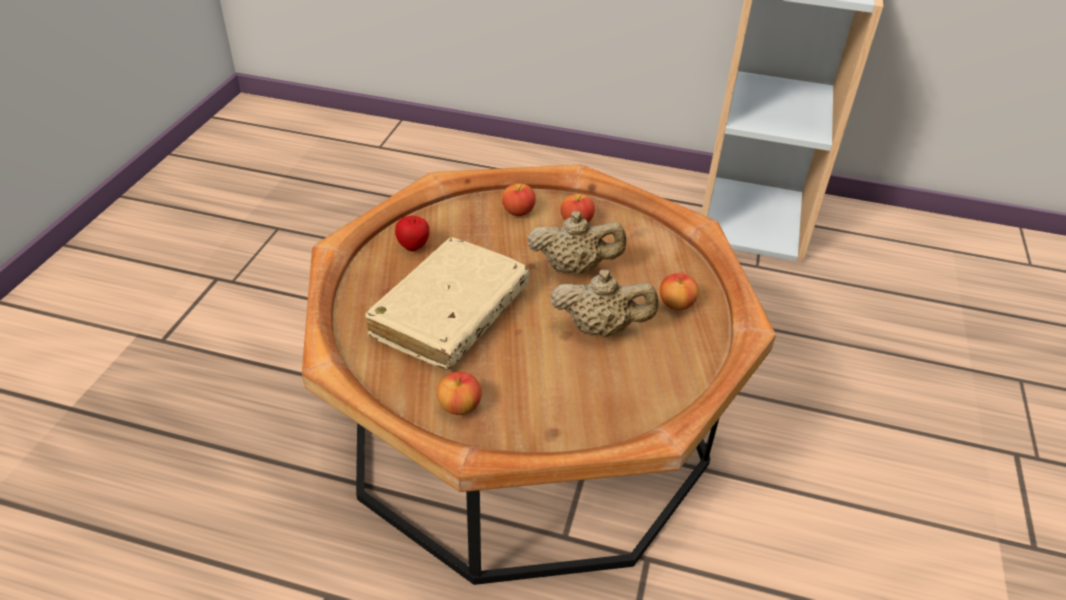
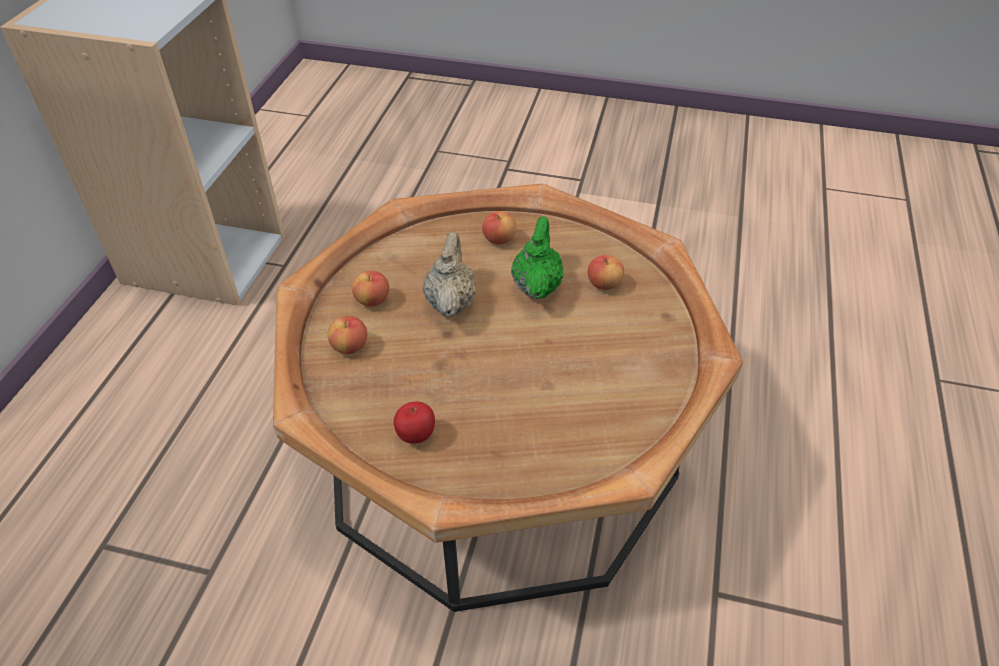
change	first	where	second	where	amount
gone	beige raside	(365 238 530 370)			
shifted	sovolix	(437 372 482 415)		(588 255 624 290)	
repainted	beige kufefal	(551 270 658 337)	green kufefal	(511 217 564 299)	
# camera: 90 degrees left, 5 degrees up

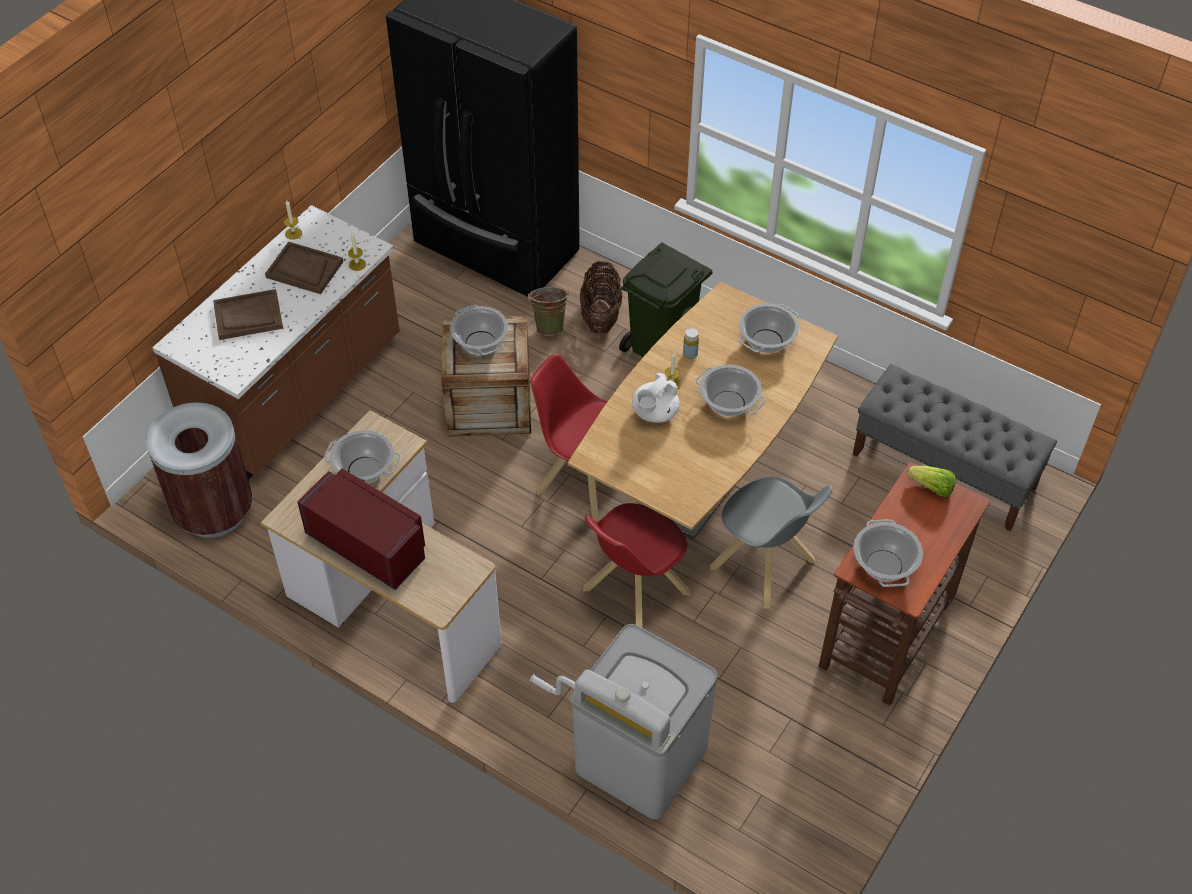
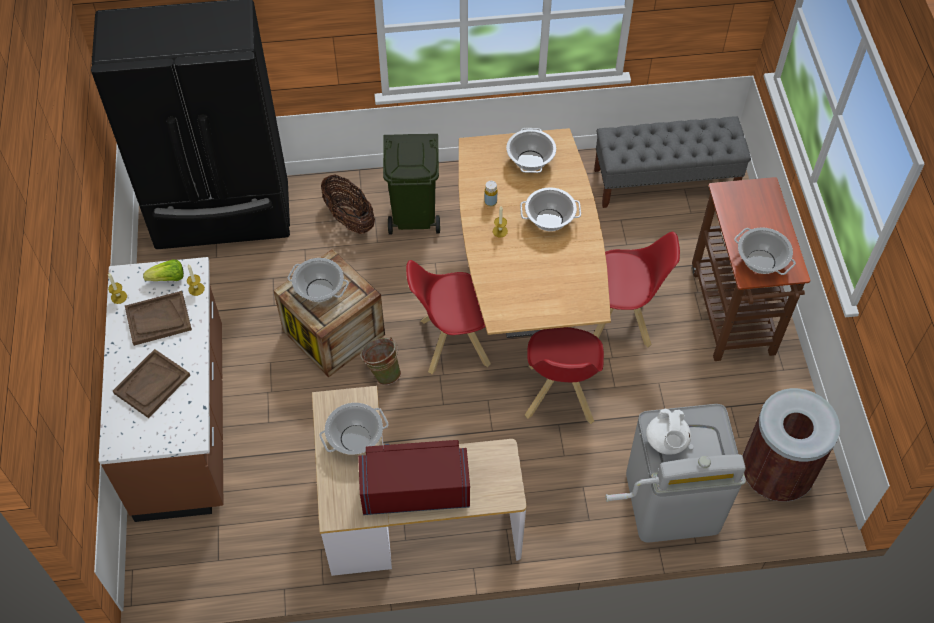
change	first	where	second	where	amount
shifted	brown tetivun	(146 402 253 538)		(743 388 840 502)	
shifted	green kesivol	(528 287 569 335)		(361 337 401 385)	
shifted	white kufefal	(632 373 680 423)		(646 408 691 455)	
repainted	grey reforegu	(710 477 833 609)	red reforegu	(593 232 680 347)	
shifted	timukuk	(907 466 956 497)		(143 259 184 281)	
# camera: 40 degrees left, 5 degrees up

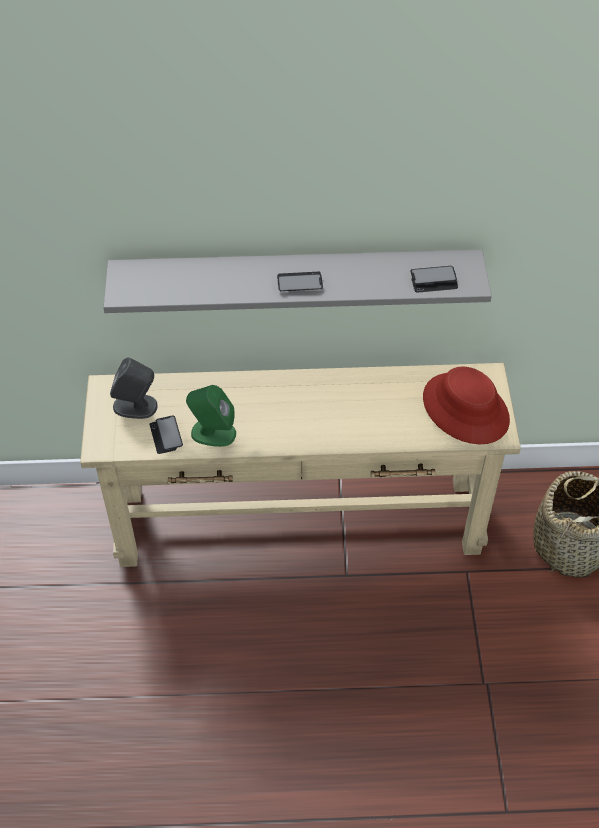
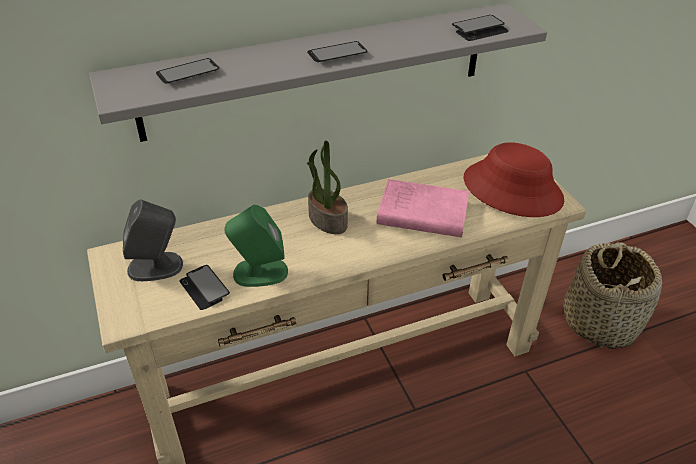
change	first	where	second	where	amount
new			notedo	(156 58 219 84)	
new			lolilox	(307 140 348 234)	
new			pink raside	(376 179 469 238)	
# camera: 20 degrees left, 10 degrees down

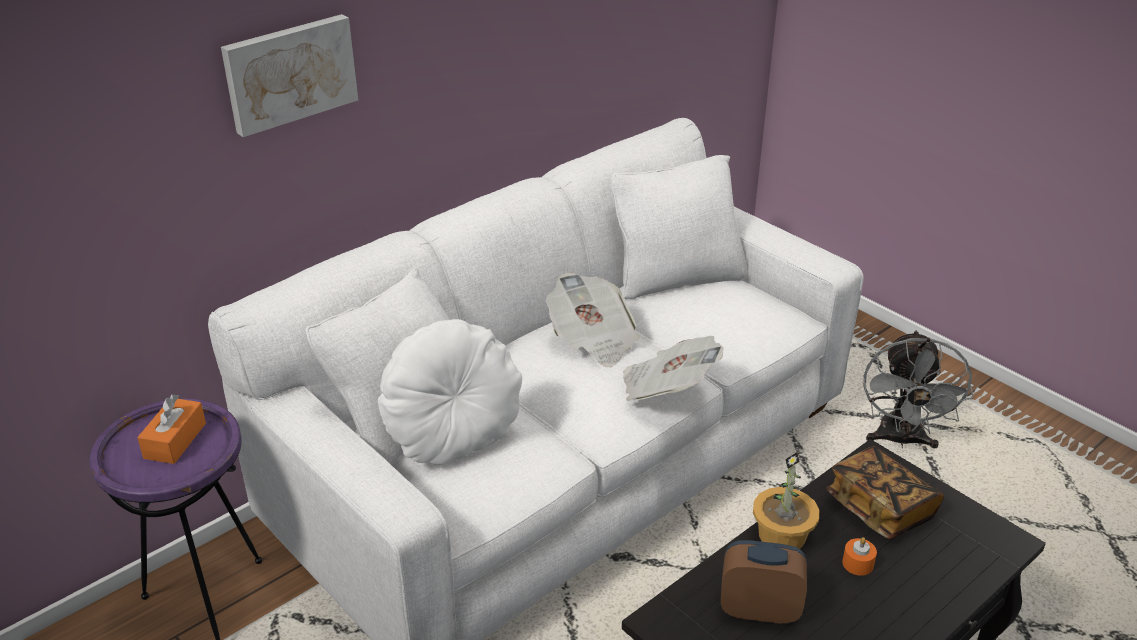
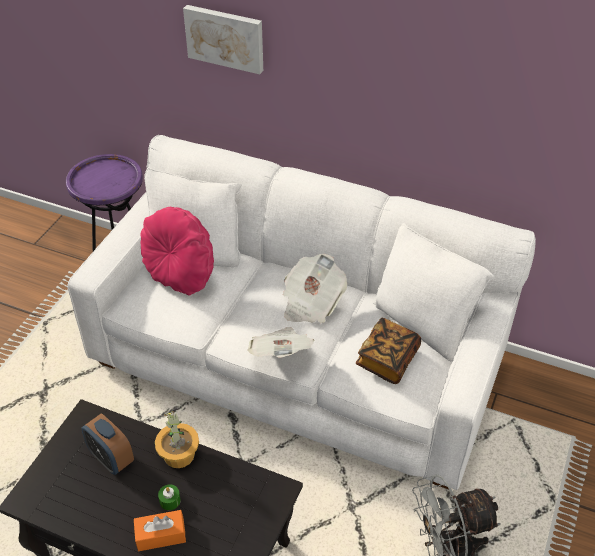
change	first	where	second	where	amount
shifted	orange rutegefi	(137 394 206 464)		(134 510 186 551)	
repainted	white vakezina	(378 319 522 465)	pink vakezina	(140 207 214 295)	
rotated	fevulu	(721 540 807 624)		(81 414 134 475)	150 degrees clockwise
shifted	raside	(826 446 944 539)		(356 318 421 384)	
repainted	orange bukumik	(842 537 877 576)	green bukumik	(158 485 181 510)	
# camera: 65 degrees right, 10 degrees up

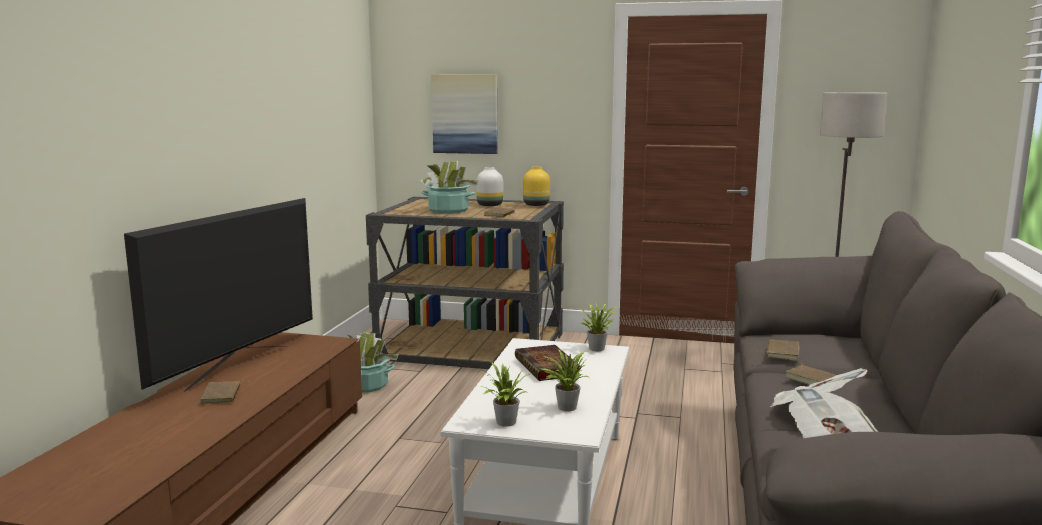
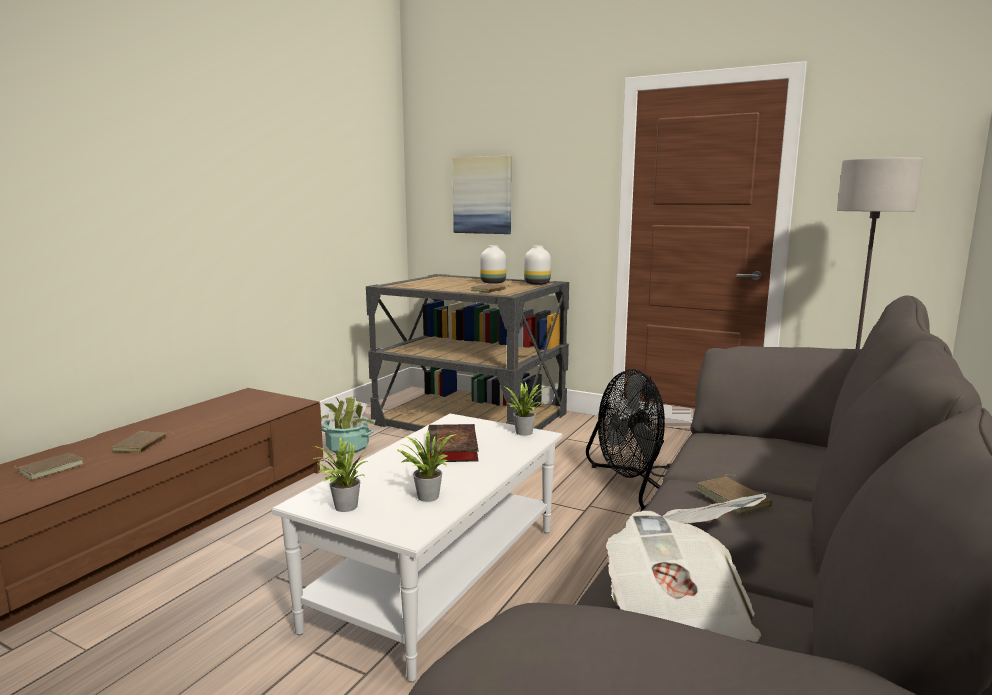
change	first	where	second	where	amount
gone	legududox	(124 198 313 392)			
gone	lolilox	(420 161 479 214)			
repainted	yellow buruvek	(523 167 550 206)	white buruvek	(524 246 551 285)	
shifted	brown raside	(757 339 800 361)		(14 453 84 480)	
new			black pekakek	(586 369 671 511)	
# camera: 15 degrees right, 0 degrees up

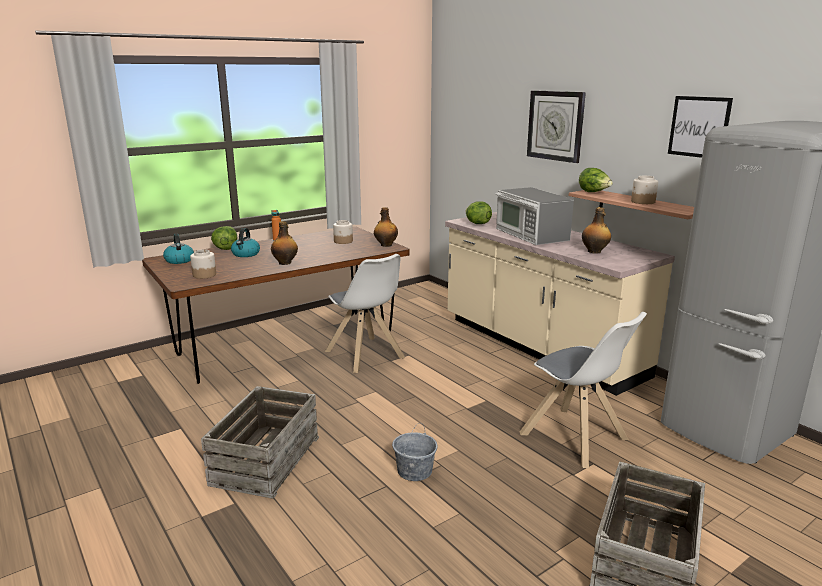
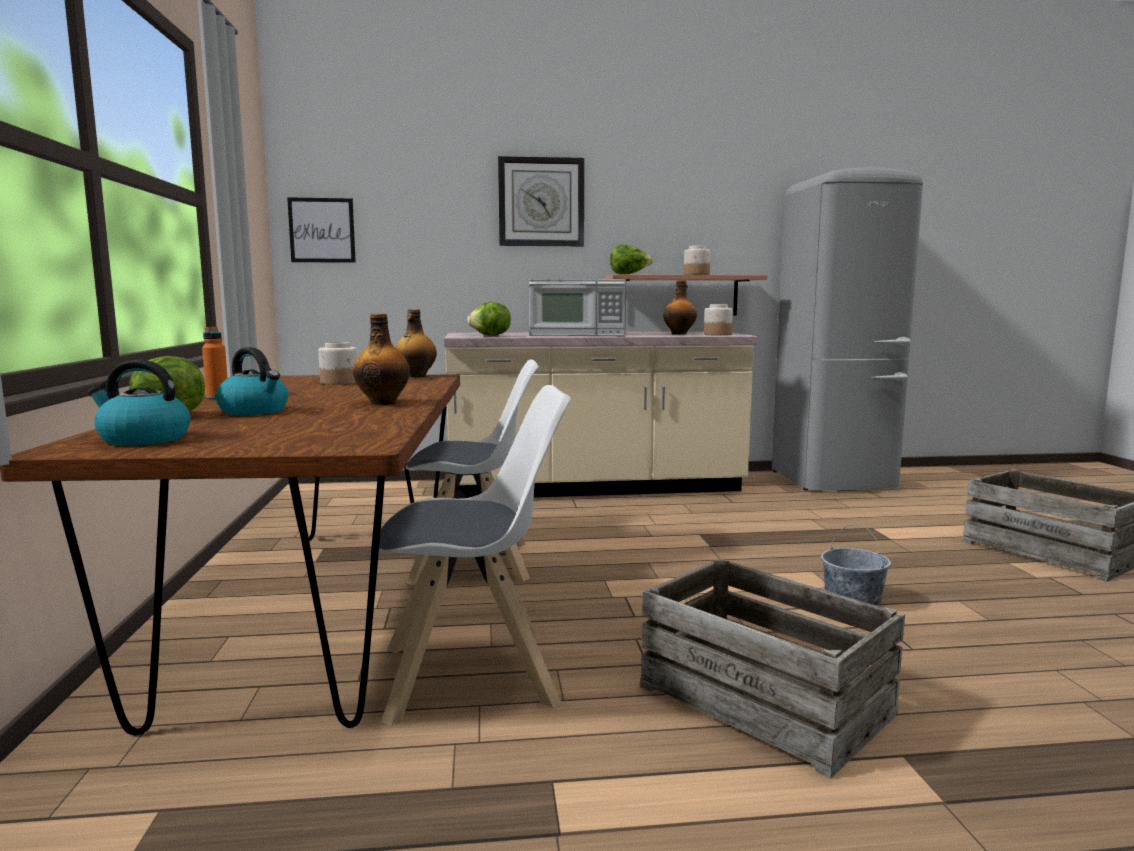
change	first	where	second	where	amount
shifted	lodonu	(190 249 216 279)		(704 304 733 336)	
shifted	reforegu	(520 312 647 468)		(379 385 571 726)	
shifted	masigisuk	(668 96 733 158)		(287 197 356 263)	
# camera: 60 degrees left, 10 degrees down

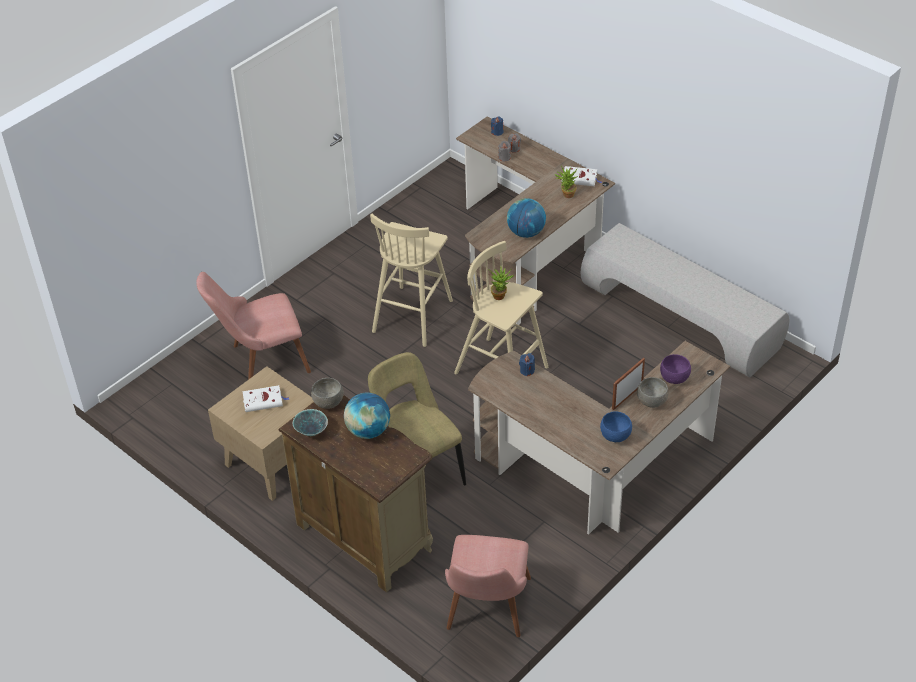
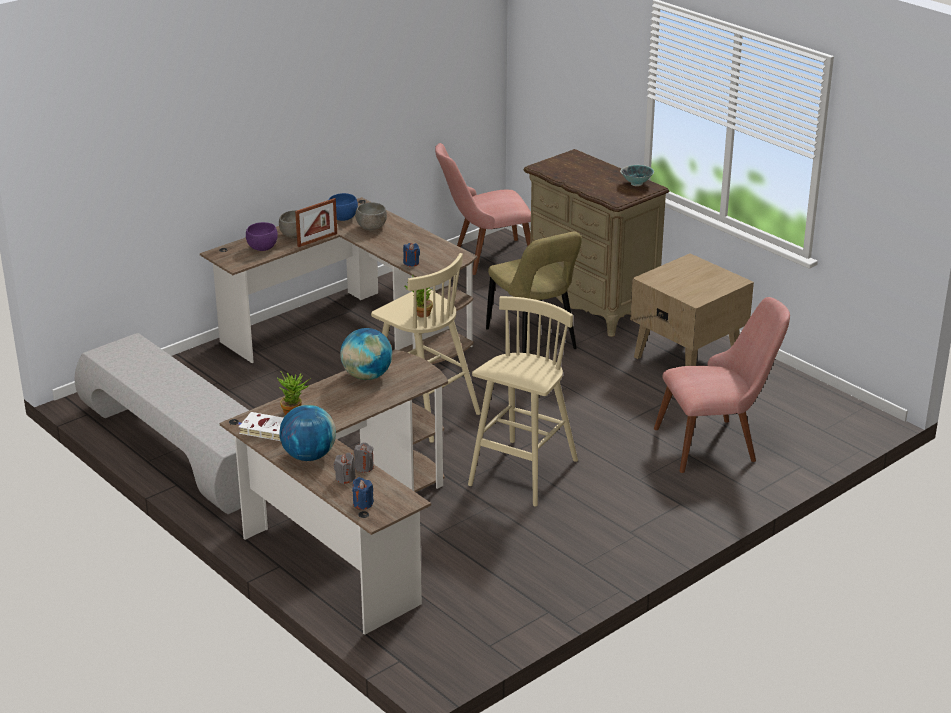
change	first	where	second	where	amount
gone	white raside	(242 385 289 412)			
shifted	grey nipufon	(311 378 344 409)		(355 202 387 230)	
shifted	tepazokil	(344 392 390 439)		(279 405 336 461)	
rotated	pink reforegu	(445 535 531 637)		(435 143 531 275)	120 degrees counterclockwise
# camera: 175 degrees left, 15 degrees down

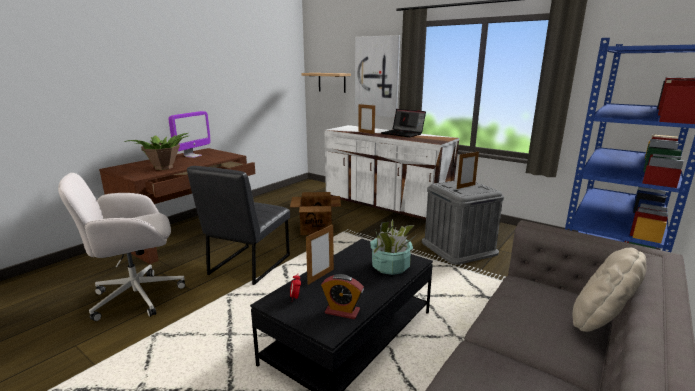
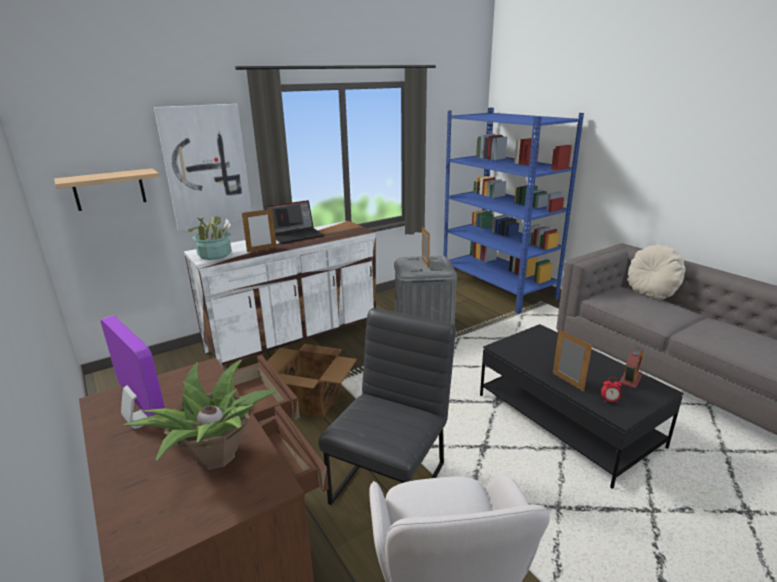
change	first	where	second	where	amount
rotated	grey reforegu	(187 166 290 285)		(318 308 456 505)	105 degrees counterclockwise
shifted	lolilox	(370 220 416 275)		(184 215 232 260)	
# camera: 70 degrees left, 5 degrees up

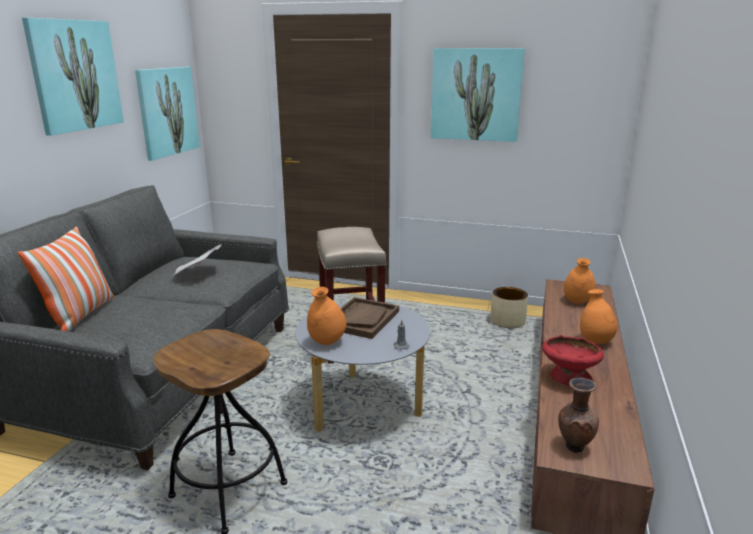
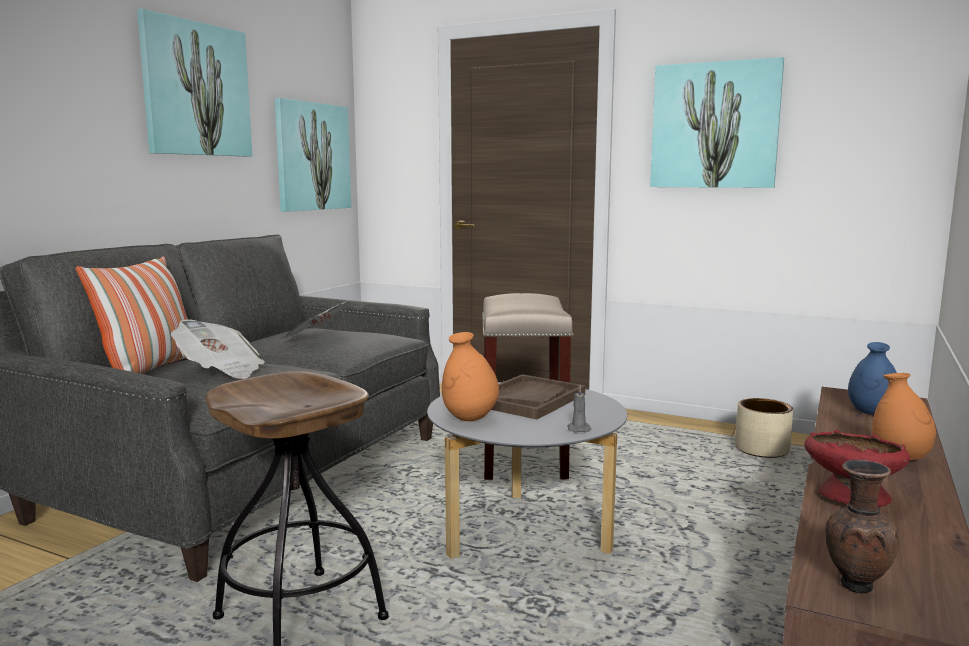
change	first	where	second	where	amount
repainted	orange buruvek	(564 258 596 304)	blue buruvek	(848 342 897 415)	
new			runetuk	(171 319 265 379)	
# camera: 10 degrees right, 10 degrees down

